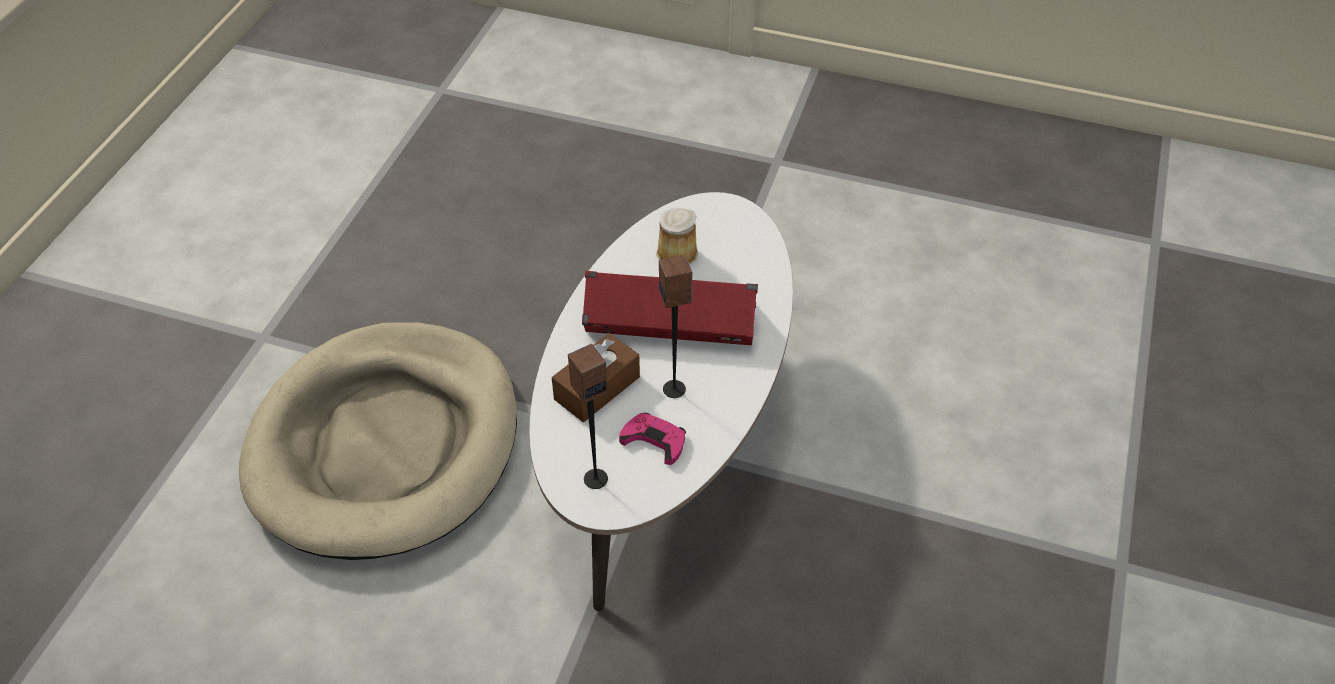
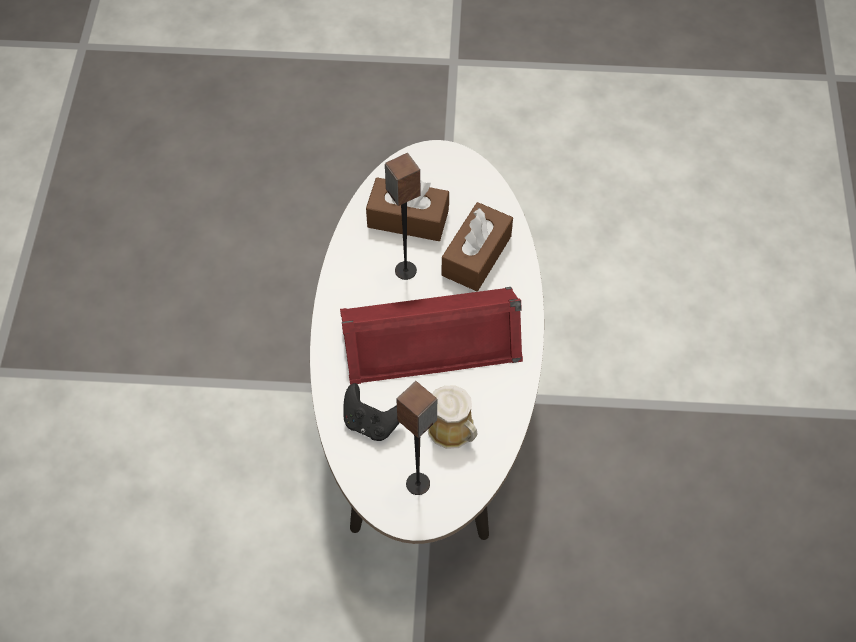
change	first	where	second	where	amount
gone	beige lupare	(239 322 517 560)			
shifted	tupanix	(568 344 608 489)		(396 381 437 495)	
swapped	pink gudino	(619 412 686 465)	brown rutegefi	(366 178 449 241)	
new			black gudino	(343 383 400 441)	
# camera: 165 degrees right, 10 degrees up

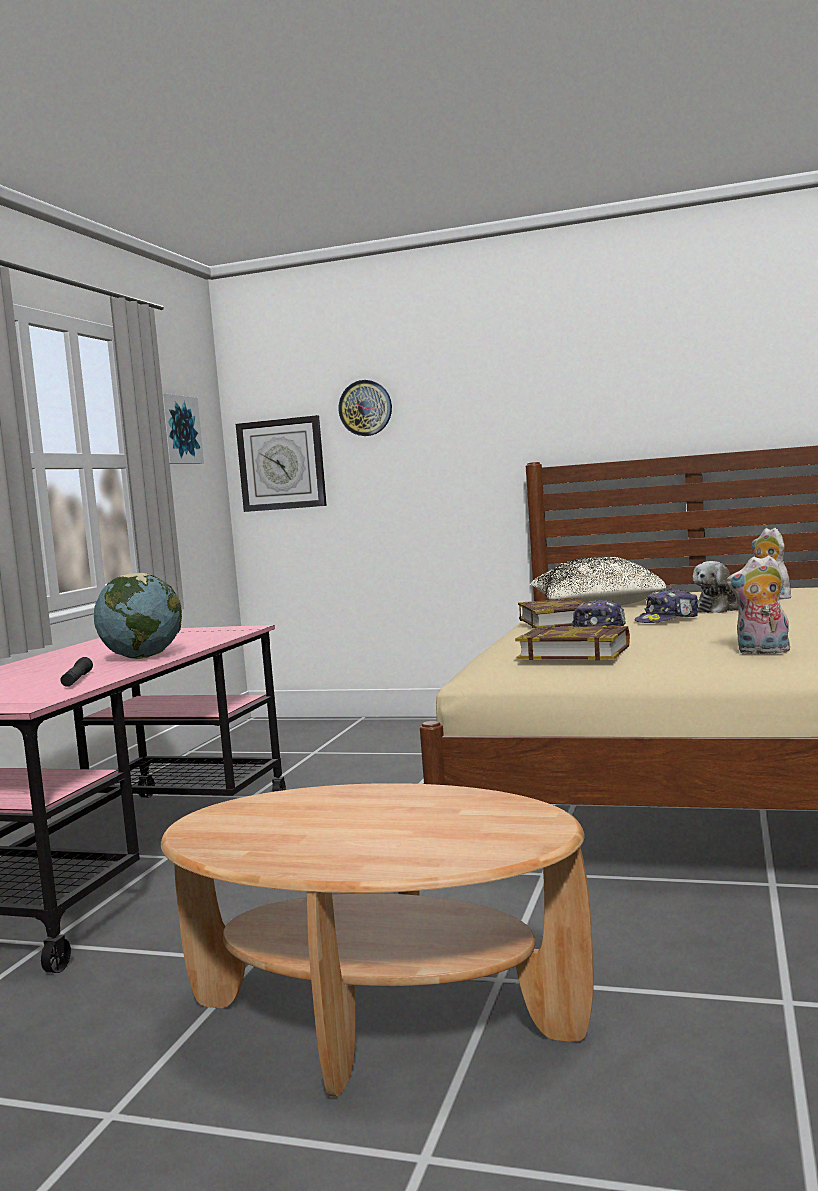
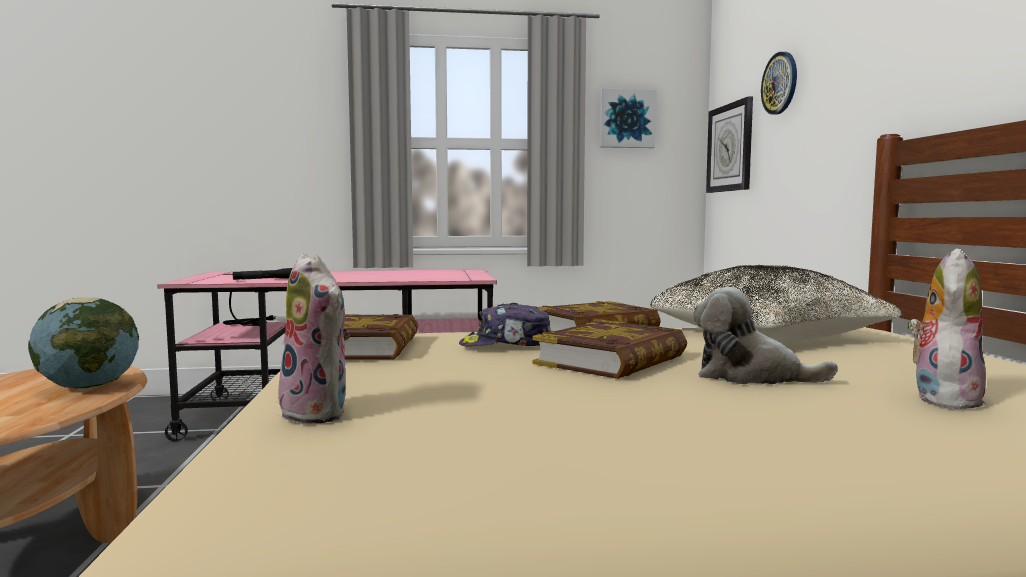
change	first	where	second	where	amount
shifted	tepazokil	(94 573 182 659)		(28 297 139 389)	
swapped	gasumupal	(634 589 698 623)	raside	(532 320 687 379)	
rotated	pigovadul	(726 555 790 654)		(273 253 350 424)	150 degrees clockwise
# camera: 65 degrees right, 0 degrees up

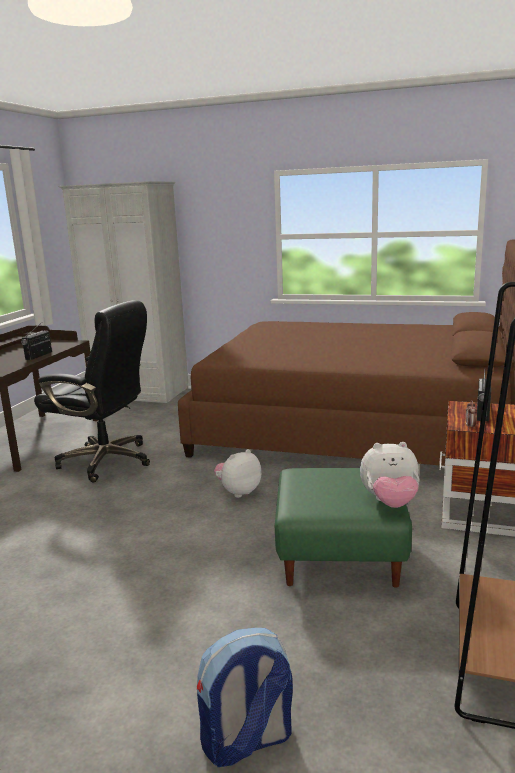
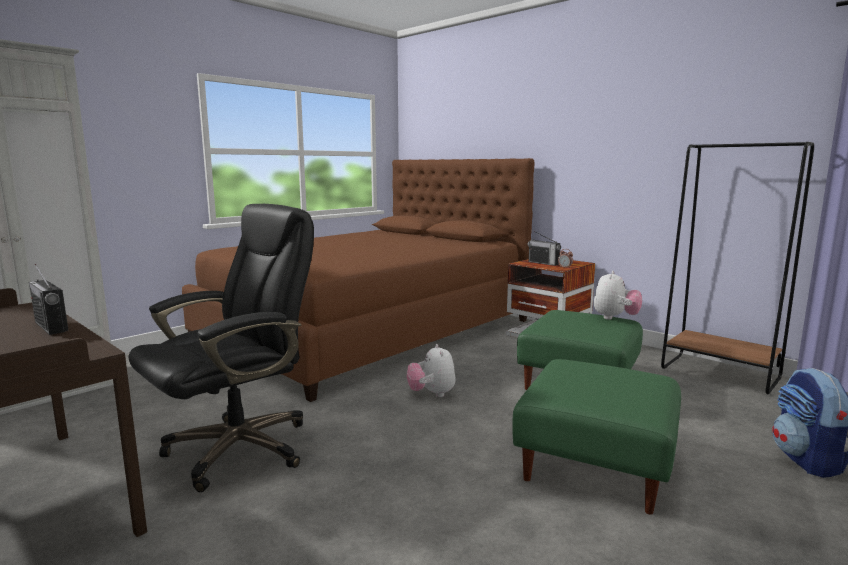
change	first	where	second	where	amount
new			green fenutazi	(512 359 681 515)	
# camera: 65 degrees left, 5 degrees down

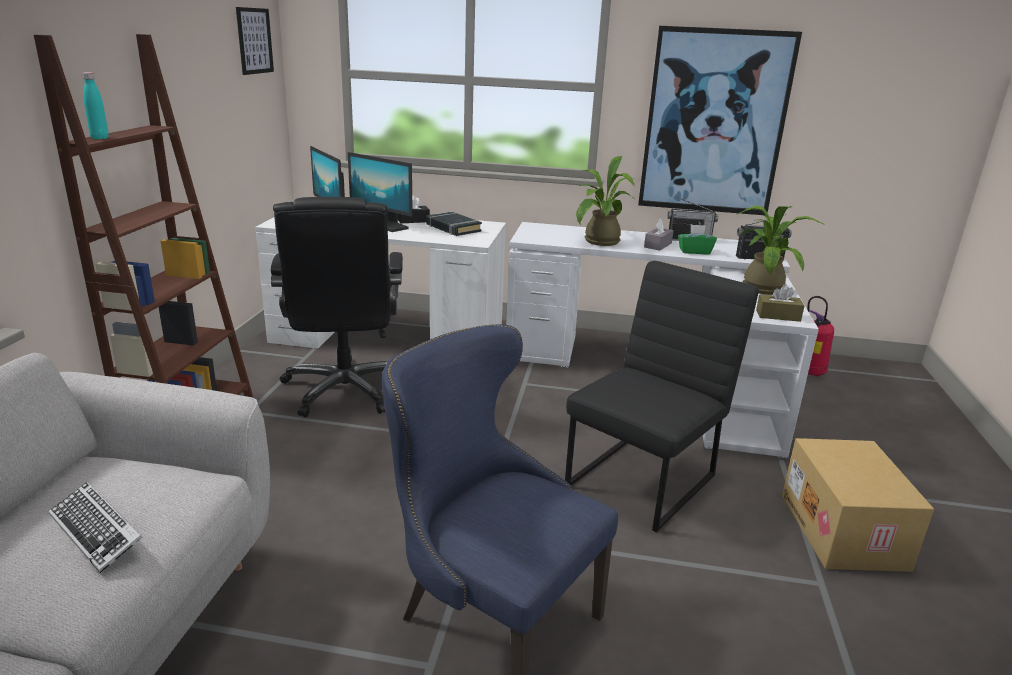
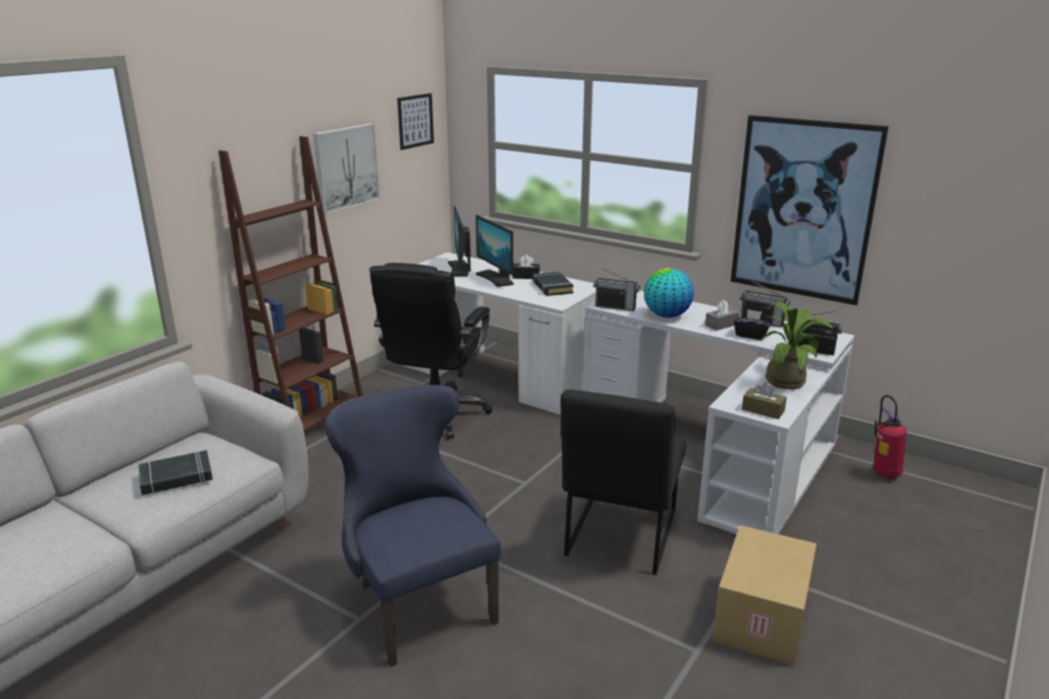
change	first	where	second	where	amount
swapped	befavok	(49 482 143 573)	black raside	(138 450 213 495)	
gone	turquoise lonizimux	(82 72 109 139)			
rotated	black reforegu	(565 261 759 532)		(561 390 686 575)	135 degrees clockwise
swapped	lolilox	(576 156 634 246)	tepazokil	(644 268 694 318)	
repainted	green rutegefi	(678 224 717 254)	black rutegefi	(734 309 771 340)	
new			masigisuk	(313 123 380 215)	
new			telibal	(593 268 640 311)	
# camera: 25 degrees right, 0 degrees up

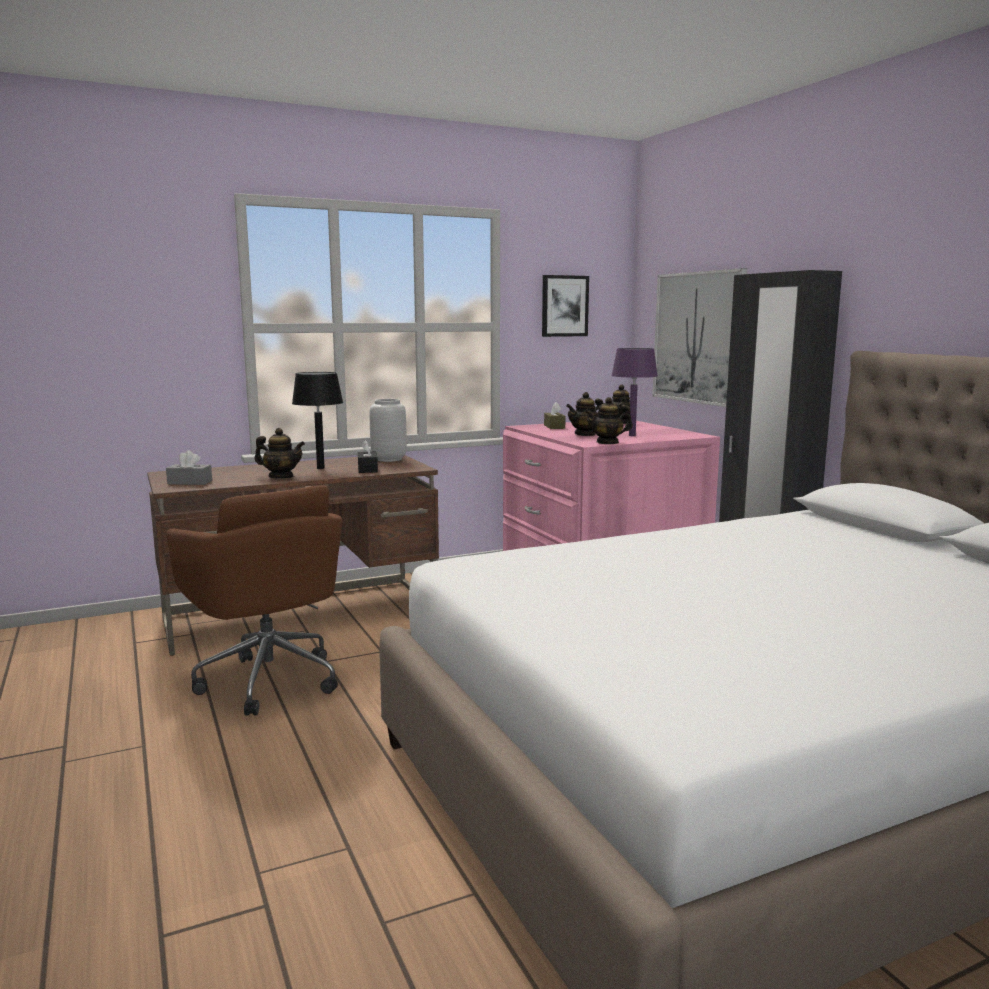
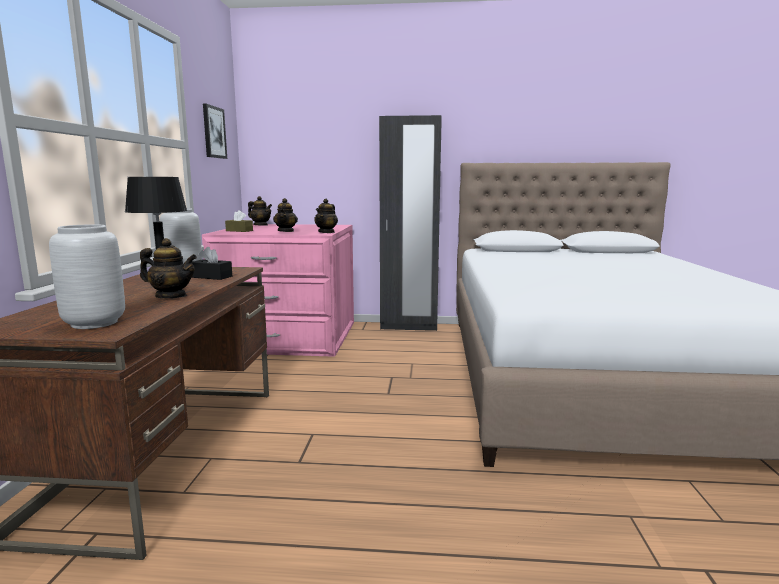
change	first	where	second	where	amount
swapped	grey rutegefi	(166 450 212 485)	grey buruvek	(49 224 125 329)	
gone	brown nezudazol	(167 486 342 715)			
rotated	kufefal	(254 428 305 478)		(140 238 197 298)	60 degrees clockwise
gone	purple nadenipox	(611 348 658 436)			
gone	masigisuk	(653 268 747 407)			
# camera: 60 degrees left, 0 degrees up

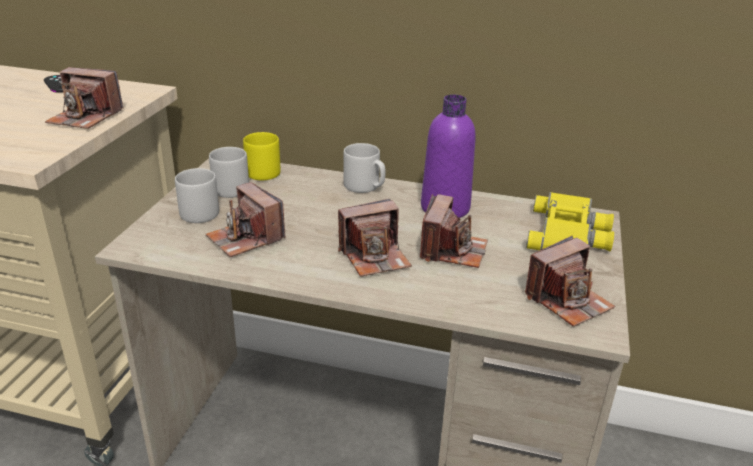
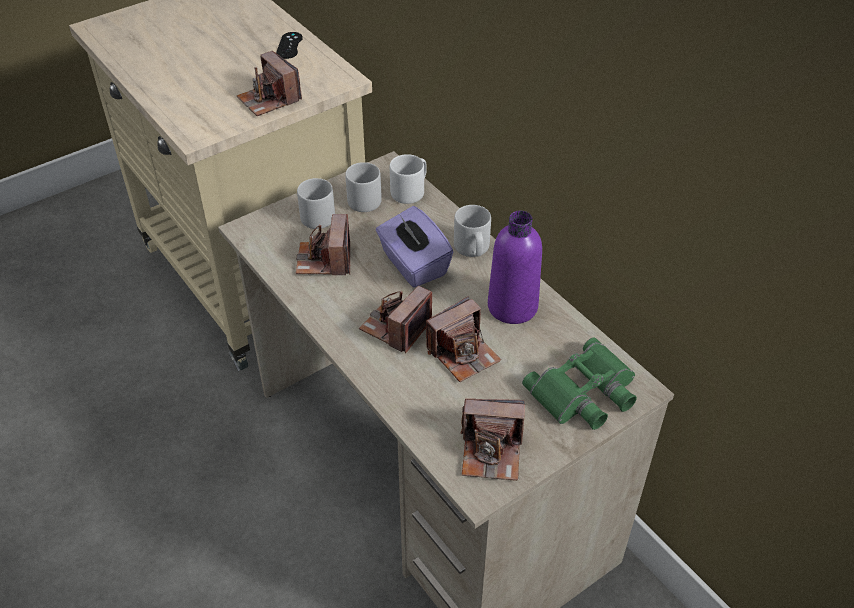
change	first	where	second	where	amount
repainted	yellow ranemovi	(243 132 281 180)	white ranemovi	(390 154 427 204)	
rotated	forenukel	(338 199 412 277)		(359 286 432 353)	105 degrees clockwise
repainted	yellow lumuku	(526 192 614 252)	green lumuku	(522 338 637 430)	
new			purple rutegefi	(376 206 453 288)	
# camera: 40 degrees right, 15 degrees up

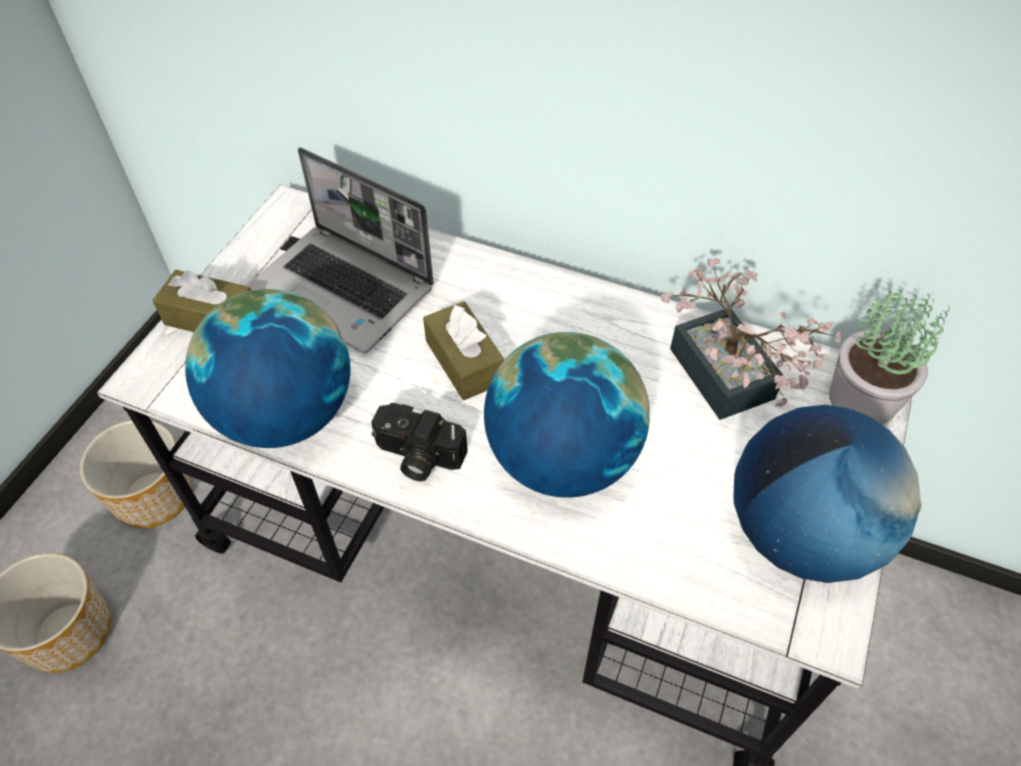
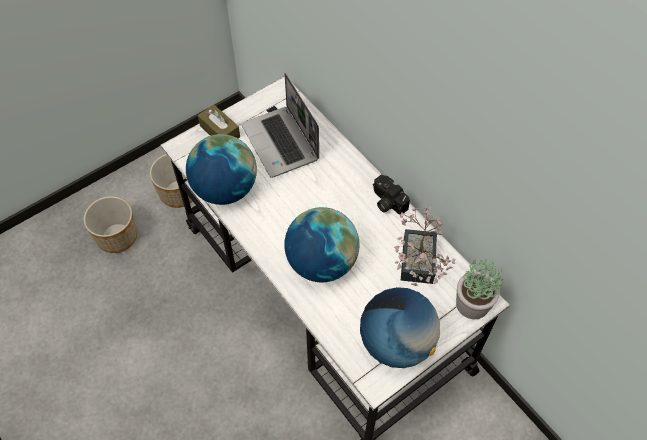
change	first	where	second	where	amount
shifted	forenukel	(371 403 468 481)		(373 175 410 215)	
gone	brown rutegefi	(423 301 504 400)			
# camera: 30 degrees right, 5 degrees up

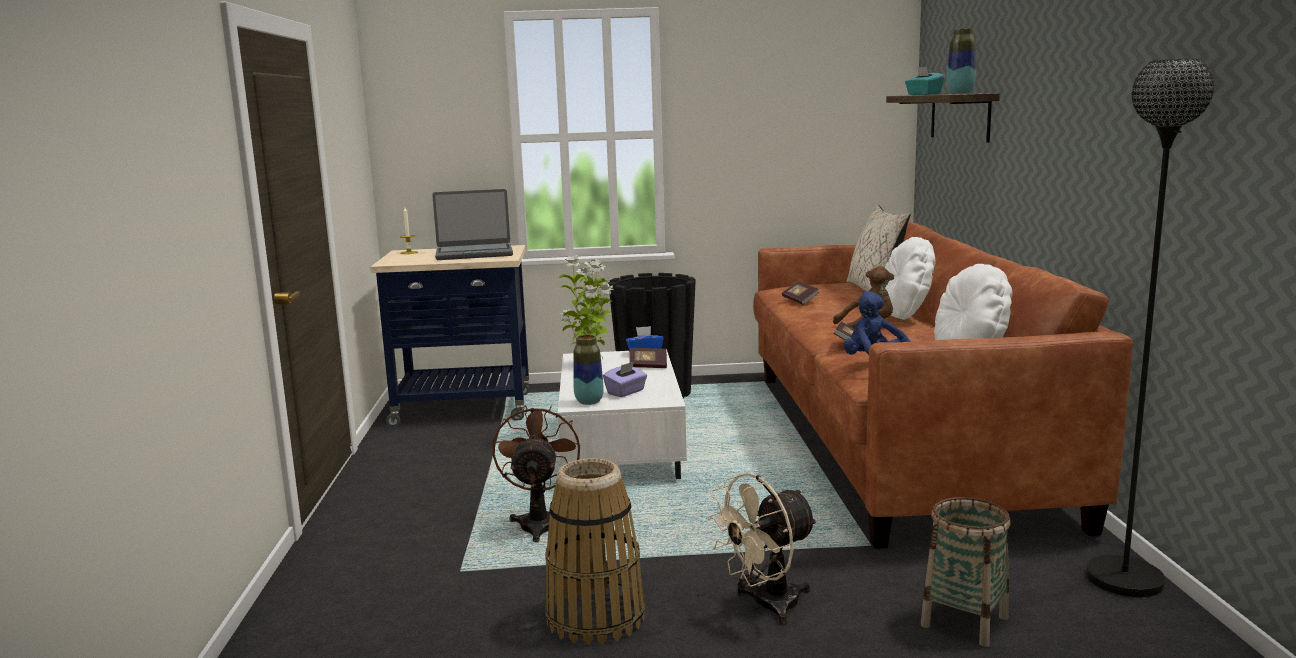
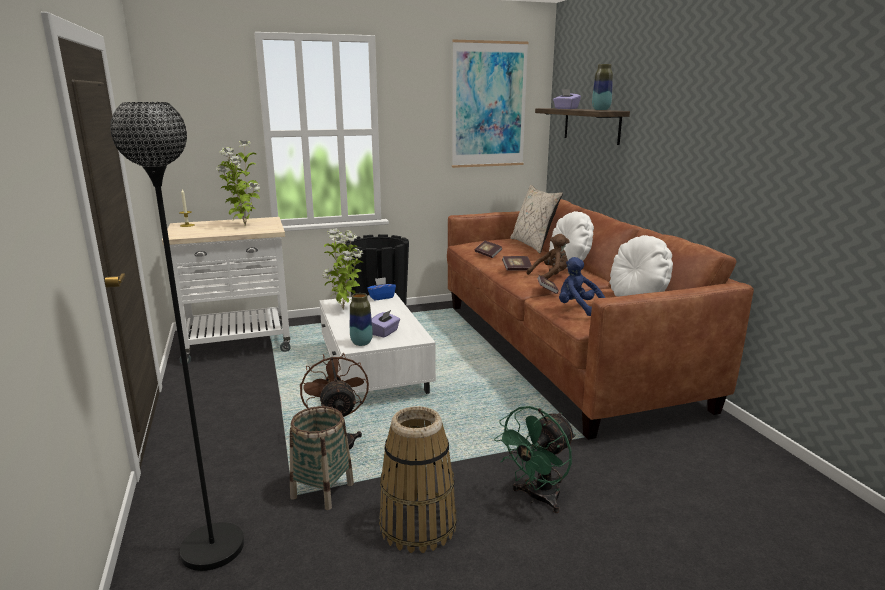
change	first	where	second	where	amount
repainted	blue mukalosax	(370 245 529 427)	white mukalosax	(162 217 291 364)	
swapped	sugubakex	(432 189 513 260)	lolilox	(216 140 260 226)	
shifted	raside	(629 348 667 368)		(502 256 532 271)	
repainted	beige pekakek	(706 473 818 625)	green pekakek	(494 406 576 513)	
repainted	turquoise rutegefi	(905 67 945 95)	purple rutegefi	(553 89 581 109)	
shifted	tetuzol	(921 497 1011 647)		(290 406 354 510)	
shifted	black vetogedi	(1086 58 1214 597)		(110 102 244 571)	
new			masigisuk	(452 40 529 168)	
# camera: 15 degrees left, 5 degrees up

